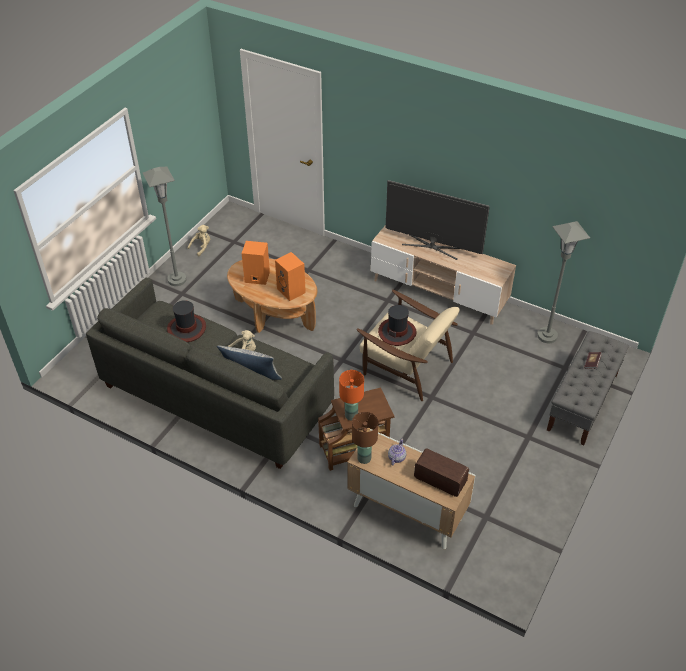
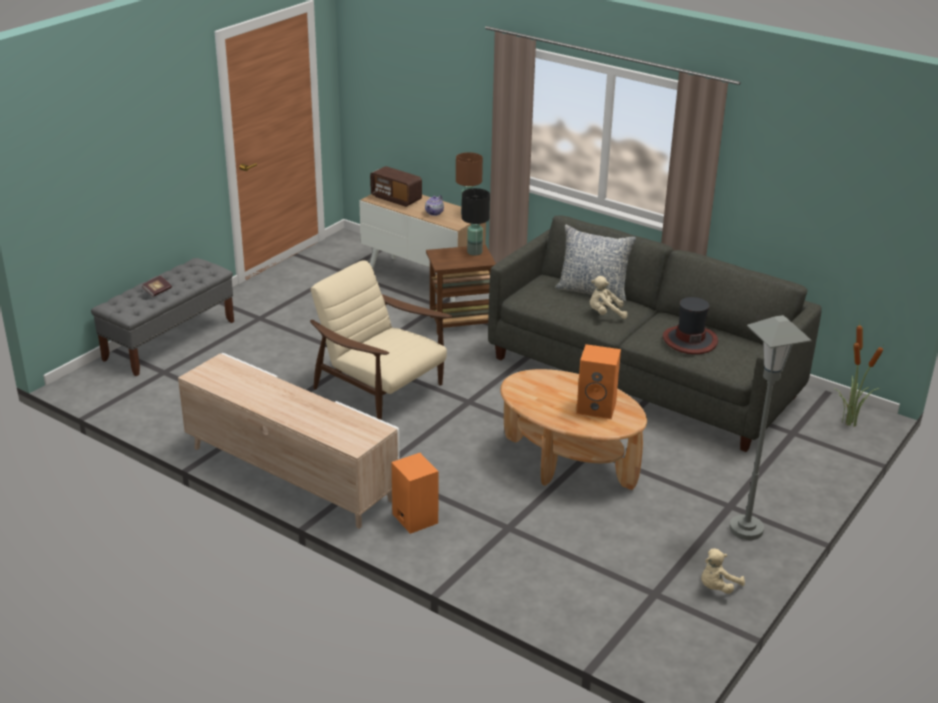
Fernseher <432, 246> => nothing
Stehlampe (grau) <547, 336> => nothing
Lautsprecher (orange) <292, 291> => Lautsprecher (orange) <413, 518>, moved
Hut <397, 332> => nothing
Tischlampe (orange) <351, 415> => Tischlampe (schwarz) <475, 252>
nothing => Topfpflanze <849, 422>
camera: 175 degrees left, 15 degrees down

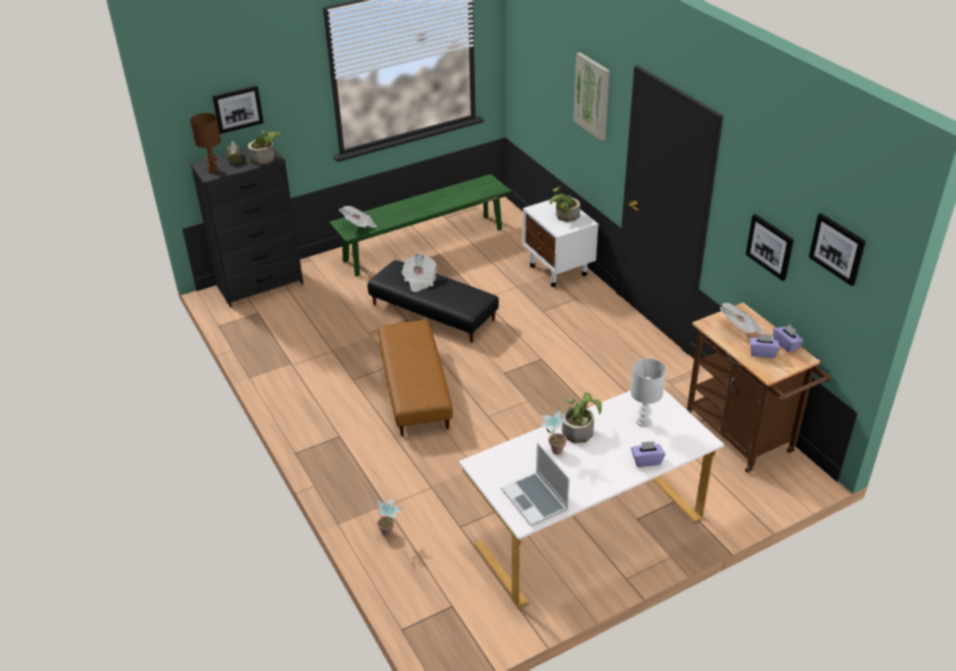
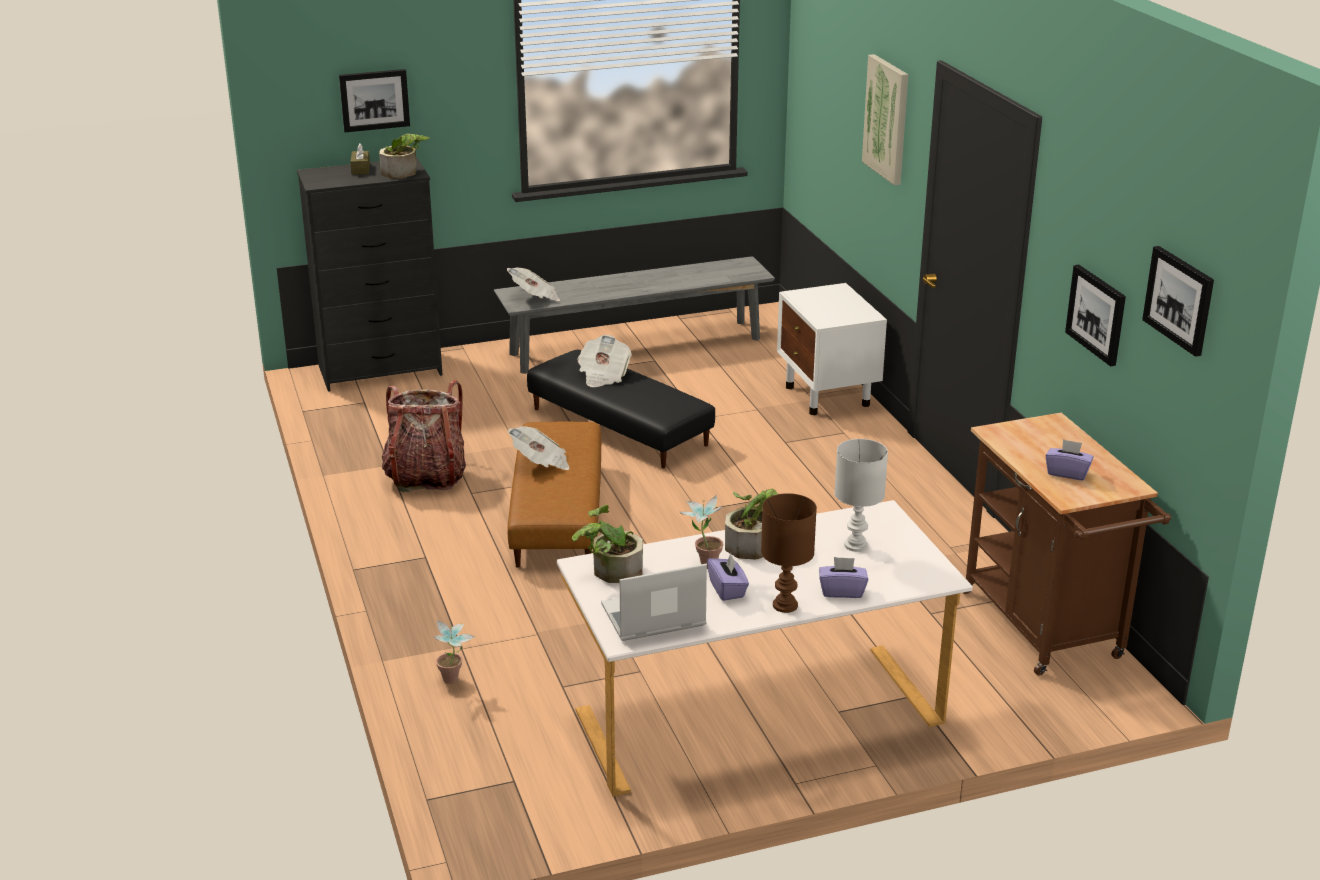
Tischlampe (braun) <213, 169> => Tischlampe (braun) <786, 605>, moved
Bank (grün) <424, 244> => Bank (grau) <636, 346>
Topfpflanze <564, 216> => Topfpflanze <610, 570>, moved
Zeitung <740, 329> => Zeitung <541, 463>, moved
Taschentuchbox (lila) <786, 344> => Taschentuchbox (lila) <727, 589>, moved
Laptop <536, 500> => Laptop <652, 617>, 90 degrees clockwise
nothing => Rucksack <426, 476>
camera: 10 degrees right, 10 degrees down

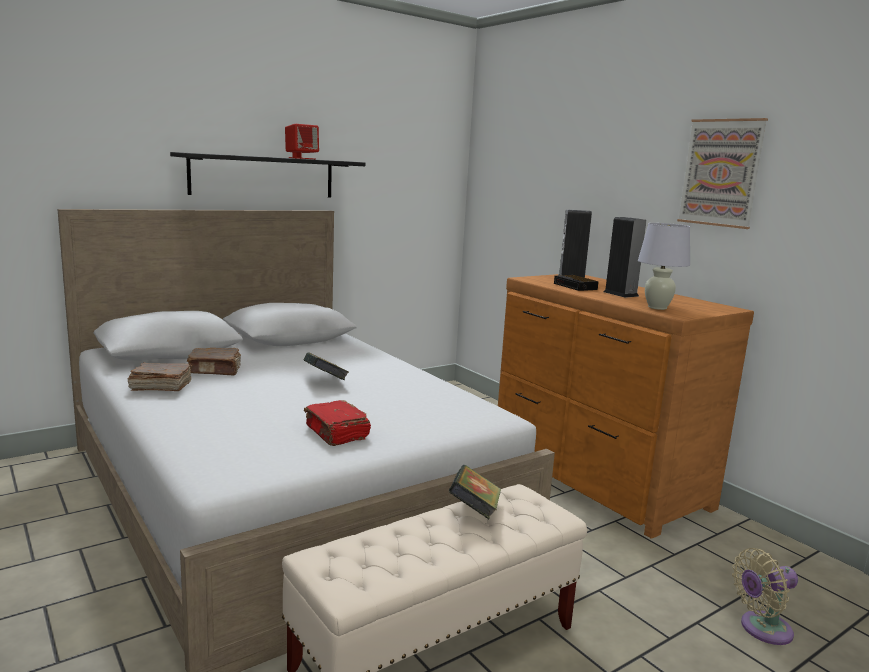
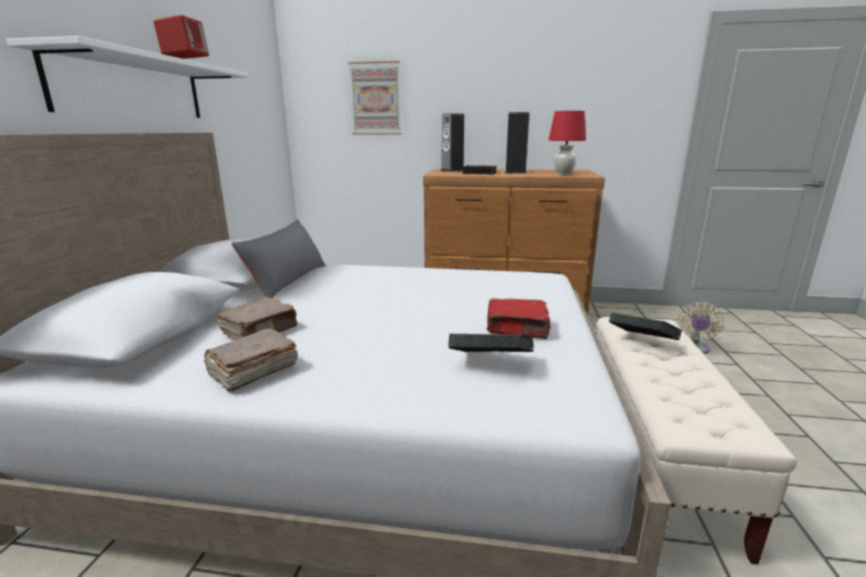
Bild <721, 173> => Bild <375, 99>, moved
Wandregal (schwarz) <263, 176> => Wandregal (weiß) <133, 88>
Tischlampe (weiß) <657, 307> => Tischlampe (rot) <563, 174>
Buch <325, 381> => Buch <490, 365>, moved
nothing => Kissen (grau) <287, 281>
camera: 45 degrees left, 5 degrees up

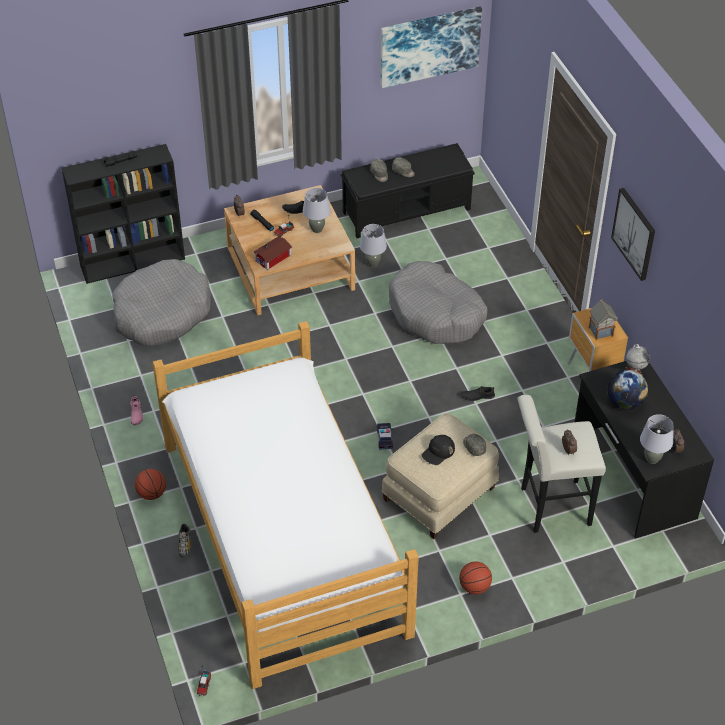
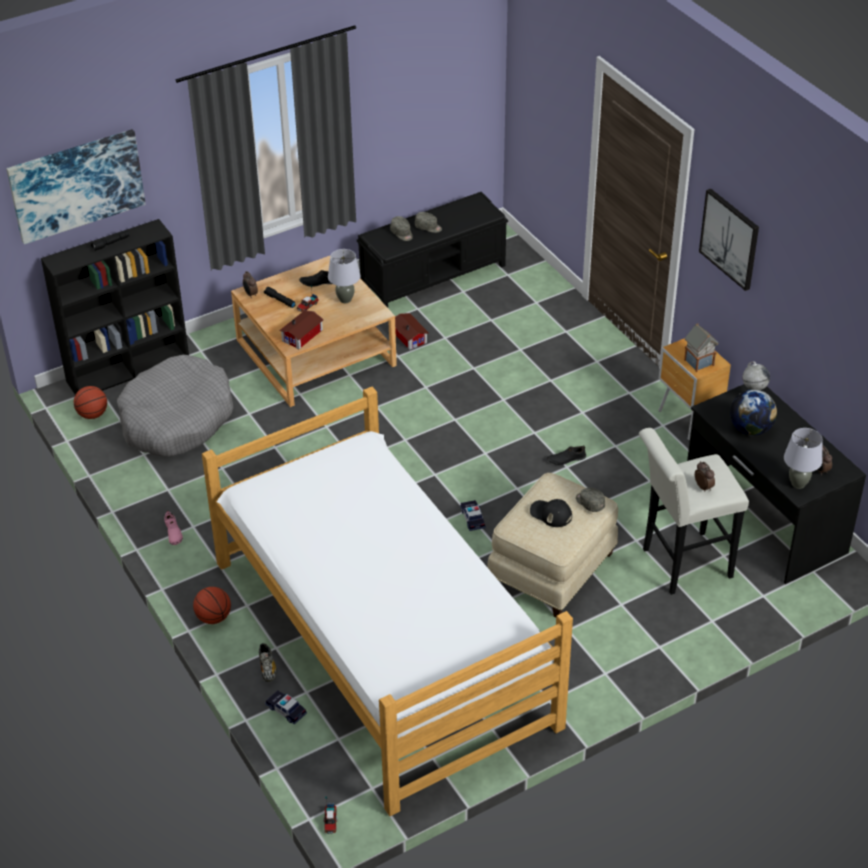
Bild <429, 46> => Bild <76, 185>, moved
Tischlampe (grau) <372, 264> => Spielzeughaus <409, 336>
Hundebett (grau) <436, 313> => nothing
Kappe (schwarz) <438, 452> => Kappe (schwarz) <551, 514>, 90 degrees clockwise
Basketball <474, 587> => Basketball <92, 414>, moved
nothing => Spielzeugauto <286, 710>
camera: 10 degrees left, 5 degrees down

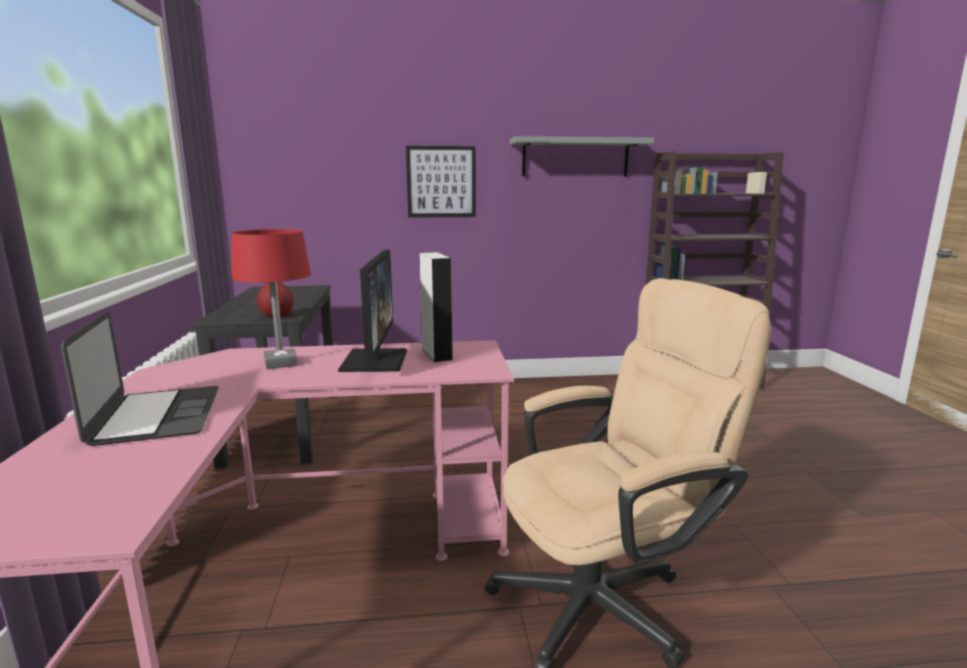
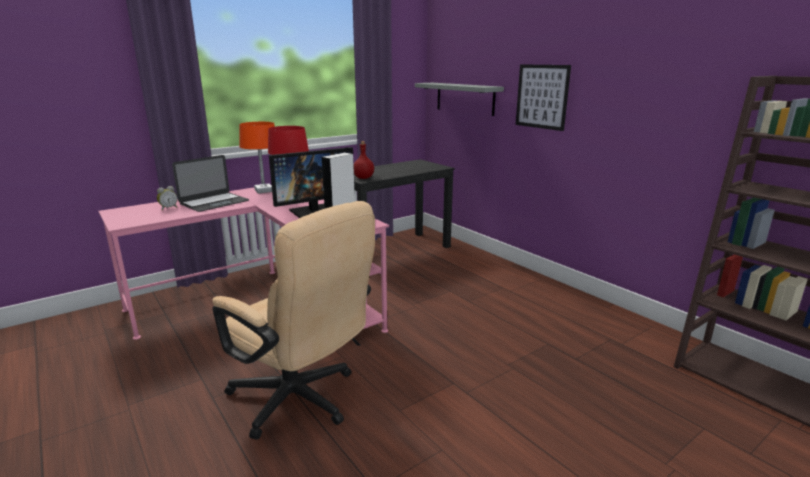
Wandregal (grau) <575, 158> => Wandregal (grau) <465, 98>, moved
nothing => Tischlampe (orange) <263, 191>
nothing => Wecker <168, 208>
camera: 60 degrees right, 5 degrees up

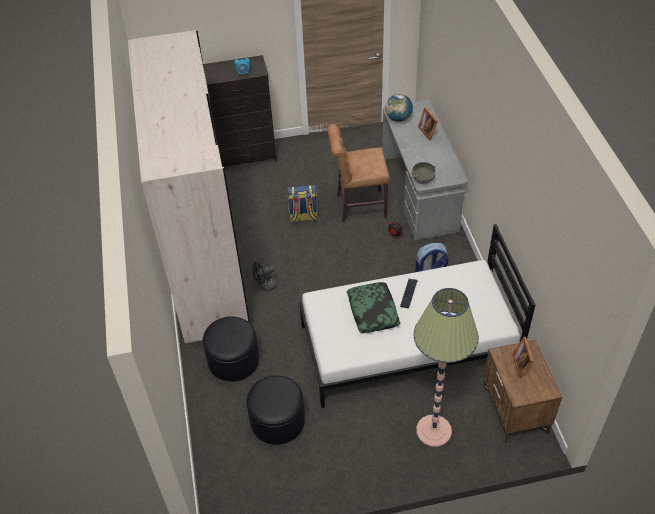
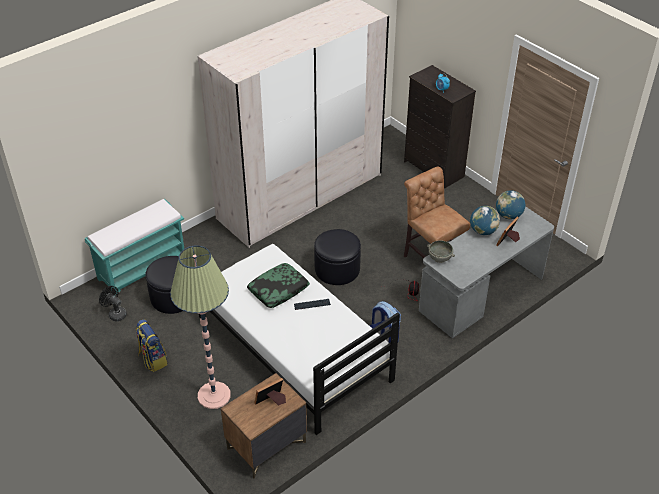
Rucksack <303, 217> => Rucksack <152, 359>, moved
Ventilator (schwarz) <265, 286> => Ventilator (schwarz) <115, 313>, moved
Polsterhocker (schwarz) <233, 360> => Polsterhocker (schwarz) <337, 269>, moved
nothing => Bank (türkis) <143, 267>
nothing => Globus <483, 231>
camera: 60 degrees right, 5 degrees down

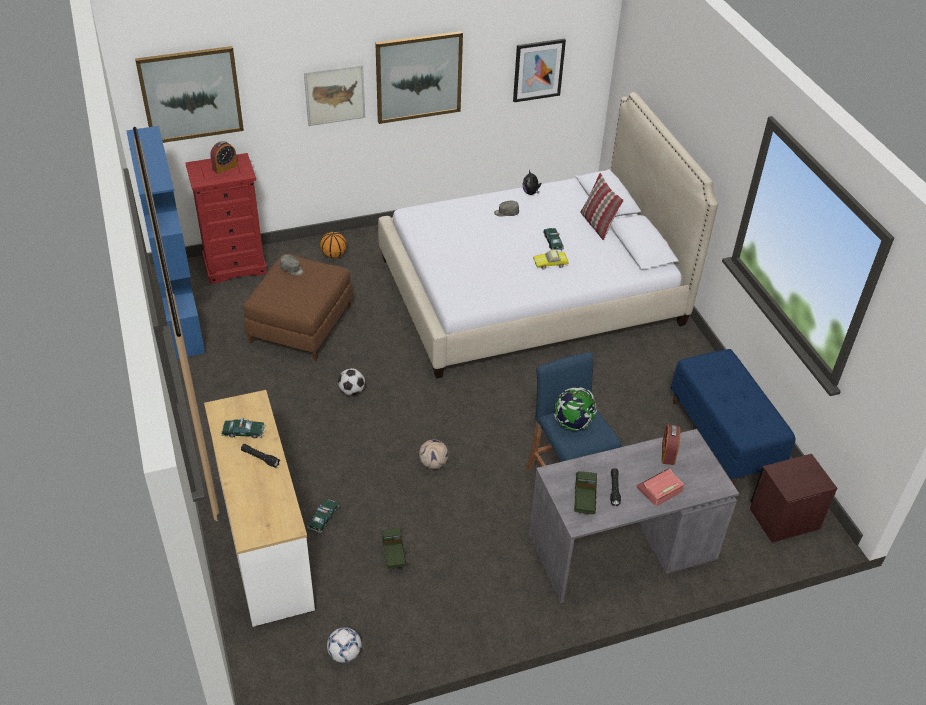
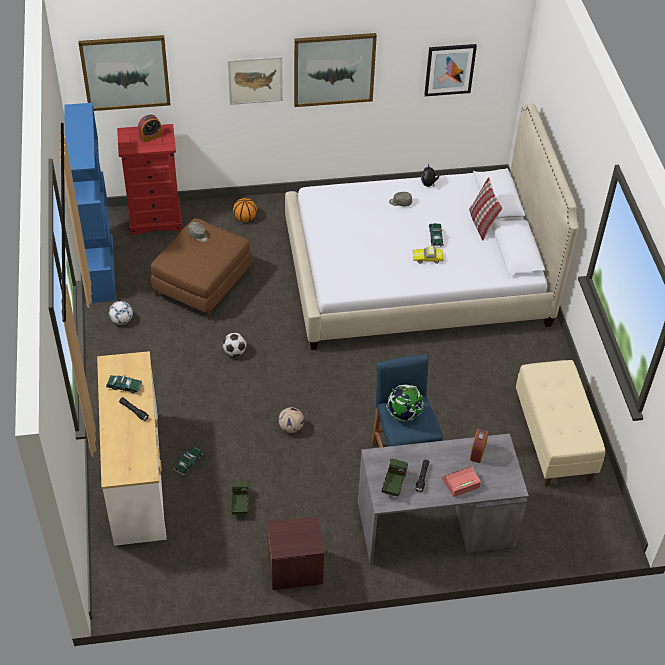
Bank (blau) <724, 438> => Bank (beige) <554, 439>
Nachttisch (braun) <784, 518> => Nachttisch (braun) <295, 569>, moved
Fußball <345, 654> => Fußball <122, 320>, moved
camera: 10 degrees right, 5 degrees up

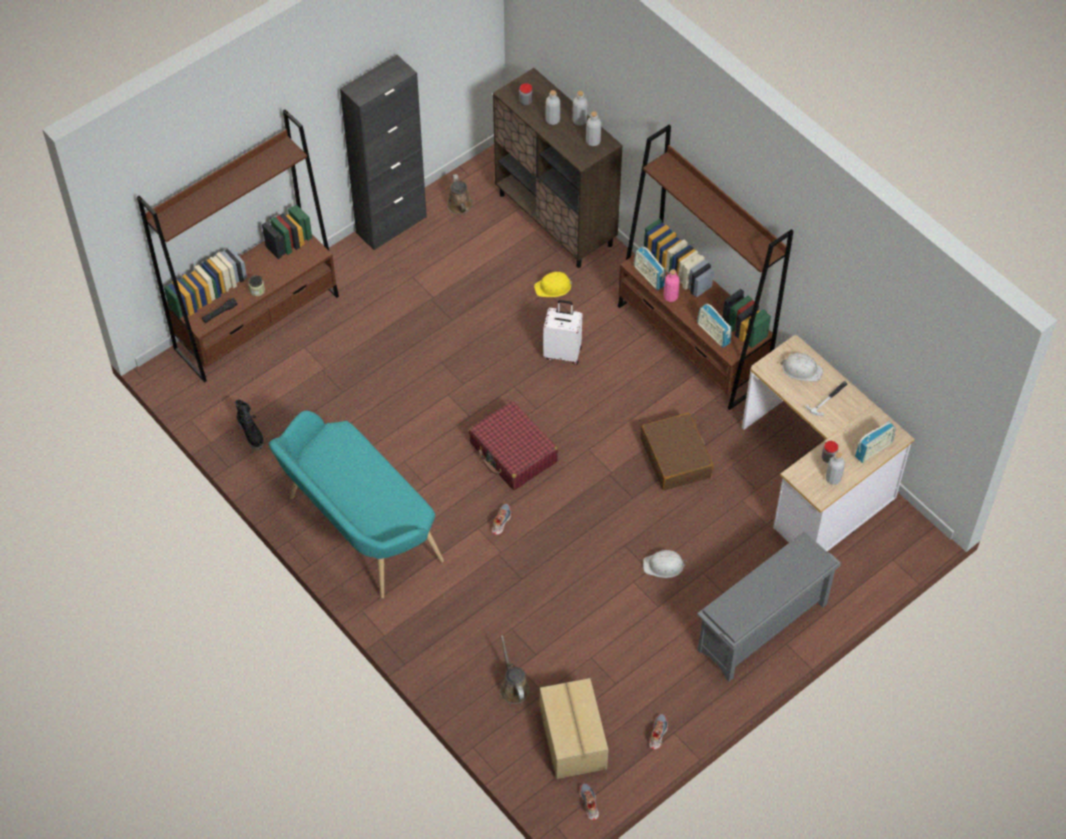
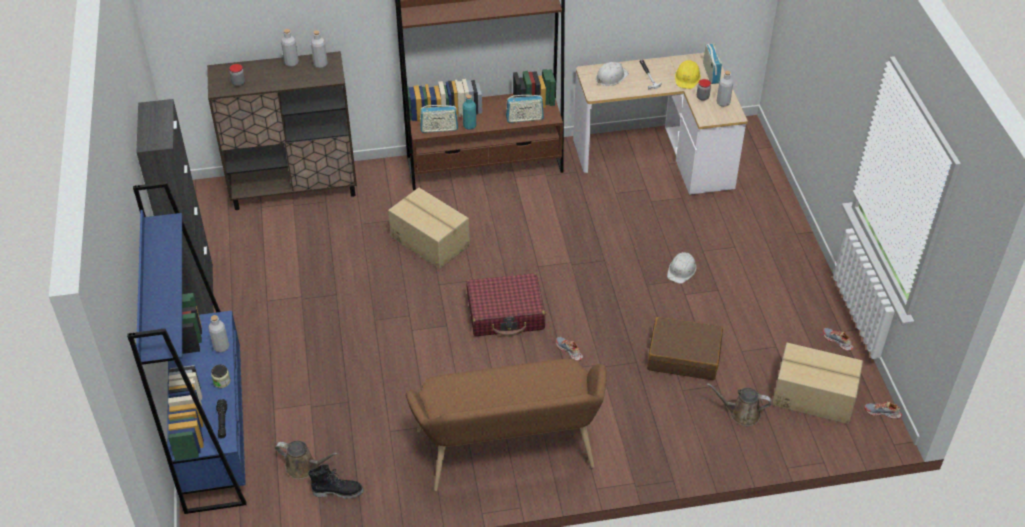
Flasche (grau) <552, 120> => Flasche (grau) <221, 347>, moved
Bücherregal (braun) <257, 322> => Bücherregal (blau) <214, 432>
Gießkanne (braun) <460, 206> => Gießkanne (braun) <304, 467>, moved
Flasche (rosa) <670, 297> => Flasche (türkis) <469, 126>
Schutzhelm (gelb) <553, 287> => Schutzhelm (gelb) <687, 78>, moved
Koffer (weiß) <563, 352> => Karton <430, 240>
Bank (türkis) <358, 531> => Bank (braun) <509, 455>
Koffer (braun) <676, 458> => Koffer (braun) <684, 356>, moved
Schuhregal (grau) <762, 628> => nothing
camera: 60 degrees left, 10 degrees down

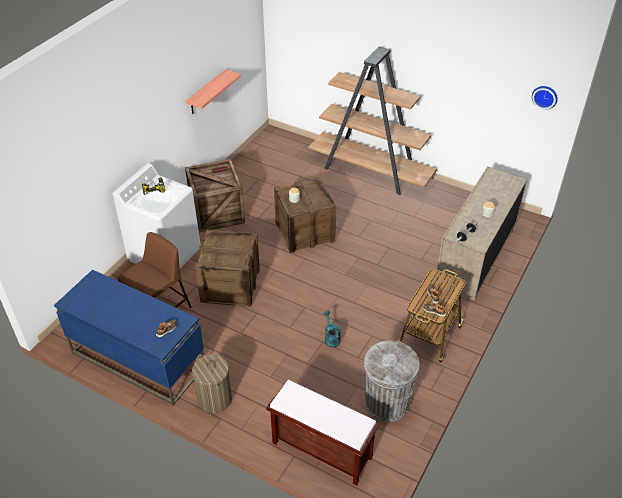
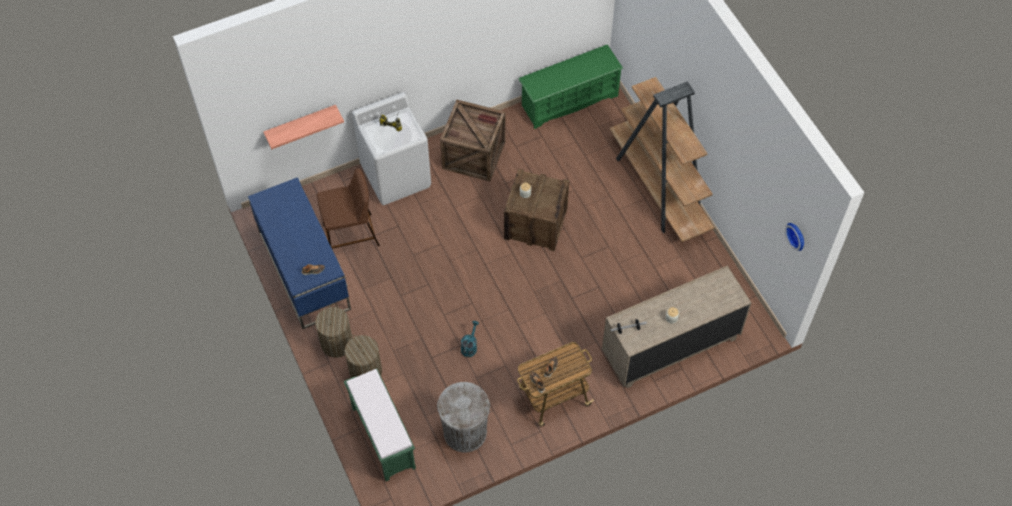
Wandregal <206, 92> => Wandregal <301, 124>, moved
Kiste <230, 285> => nothing
Bank (braun) <320, 450> => Bank (grün) <382, 437>
nothing => Schuhregal (grün) <569, 100>
nothing => Wäschekorb <365, 371>
camera: 35 degrees right, 15 degrees up

